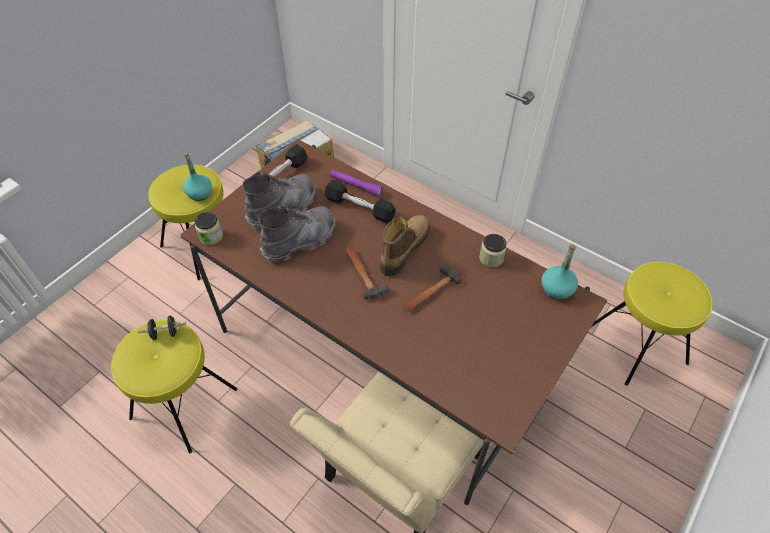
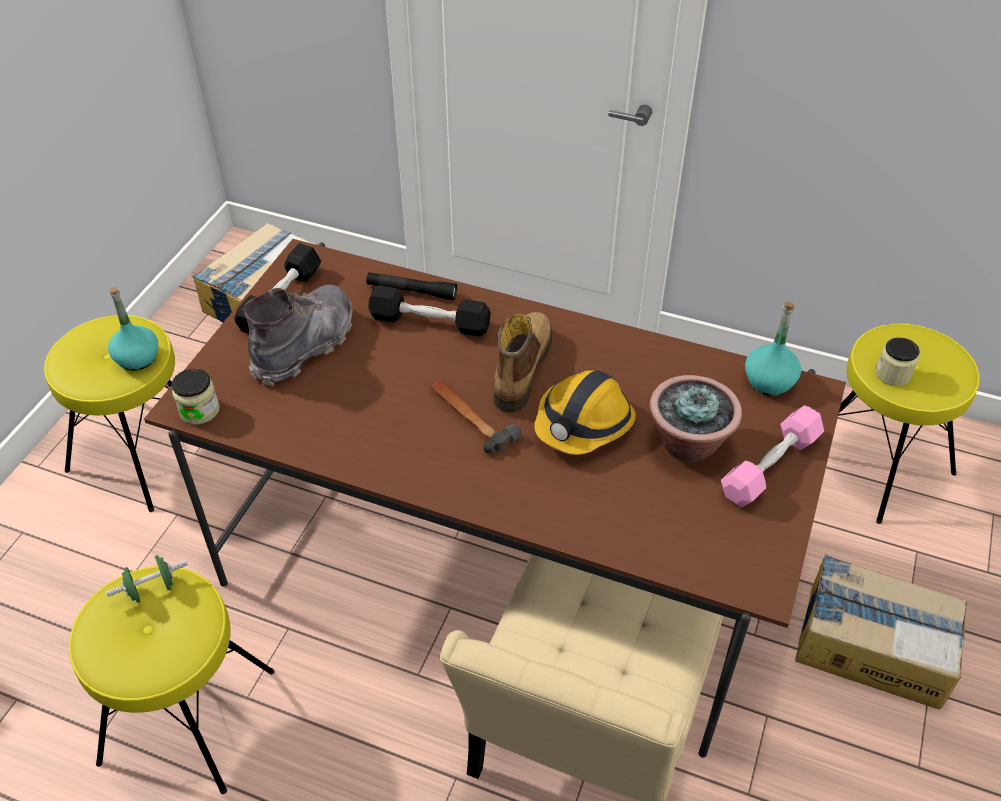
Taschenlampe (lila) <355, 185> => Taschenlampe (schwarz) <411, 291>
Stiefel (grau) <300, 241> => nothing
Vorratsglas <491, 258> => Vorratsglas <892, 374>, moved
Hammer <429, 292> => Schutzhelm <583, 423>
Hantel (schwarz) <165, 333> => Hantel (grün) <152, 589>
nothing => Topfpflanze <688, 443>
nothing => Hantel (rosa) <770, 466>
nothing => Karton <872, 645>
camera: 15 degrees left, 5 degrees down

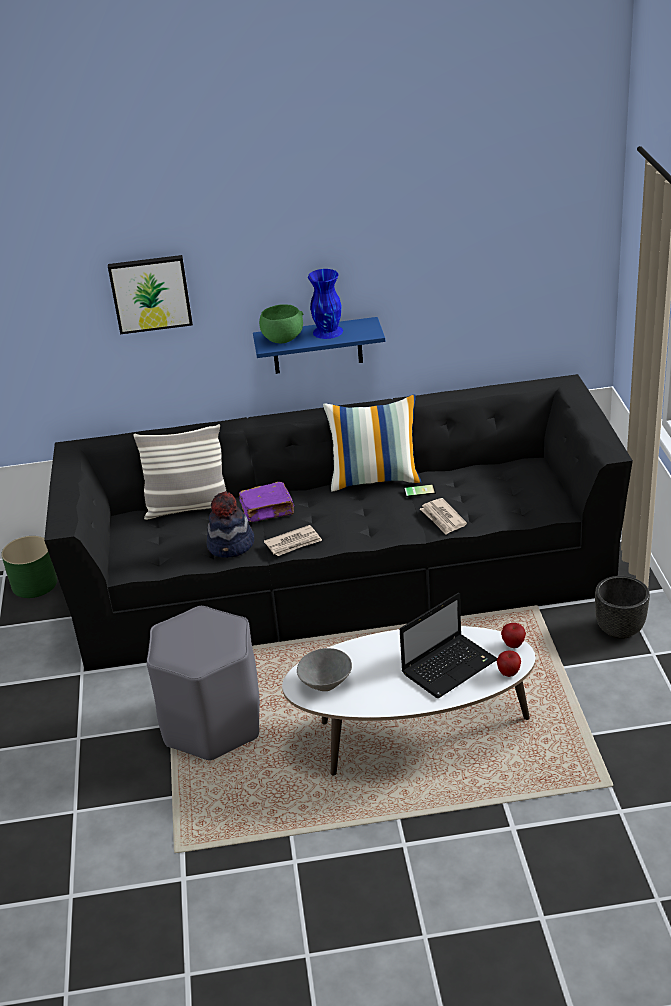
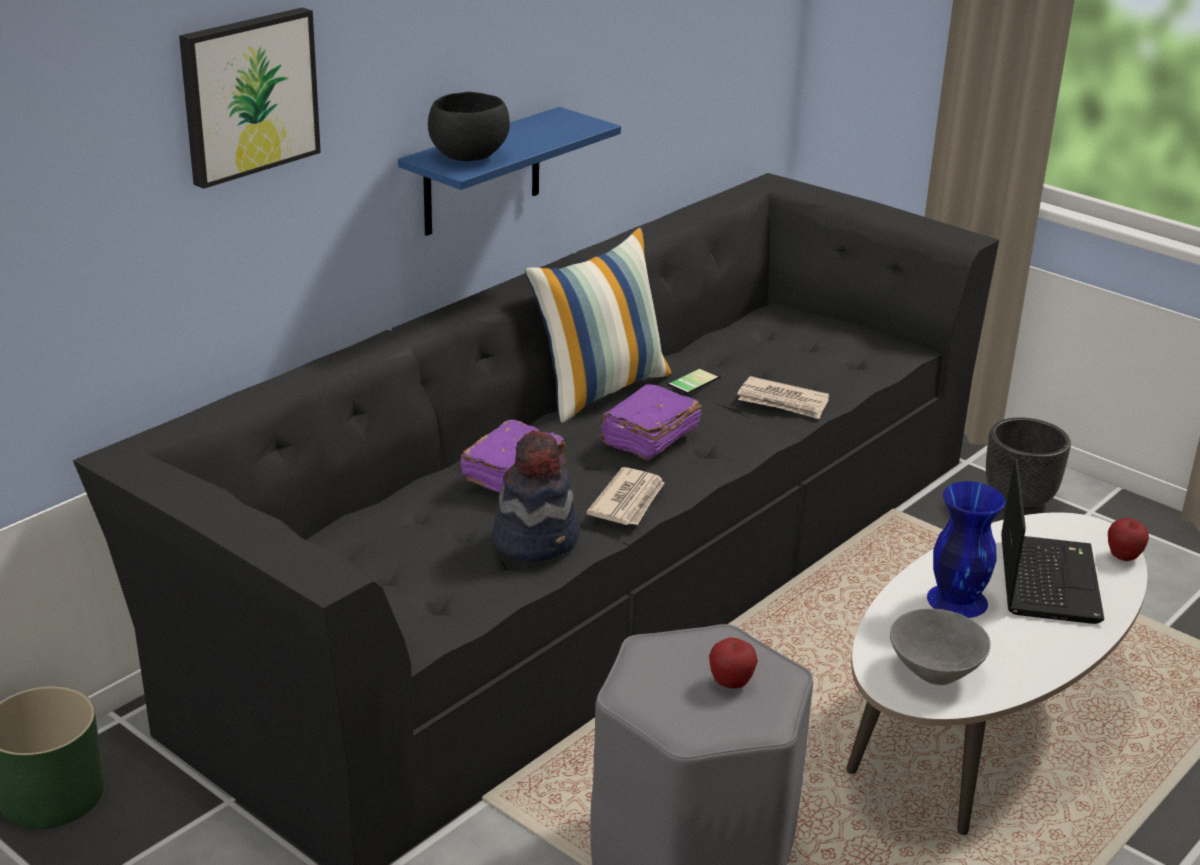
Vase (blau) <328, 331> => Vase (blau) <956, 600>, moved
Schüssel (grün) <282, 339> => Schüssel (schwarz) <467, 157>
Kissen <188, 507> => nothing
Apfel <513, 645> => Apfel <731, 684>, moved
nothing => Buch (lila) <648, 437>
camera: 45 degrees left, 5 degrees down

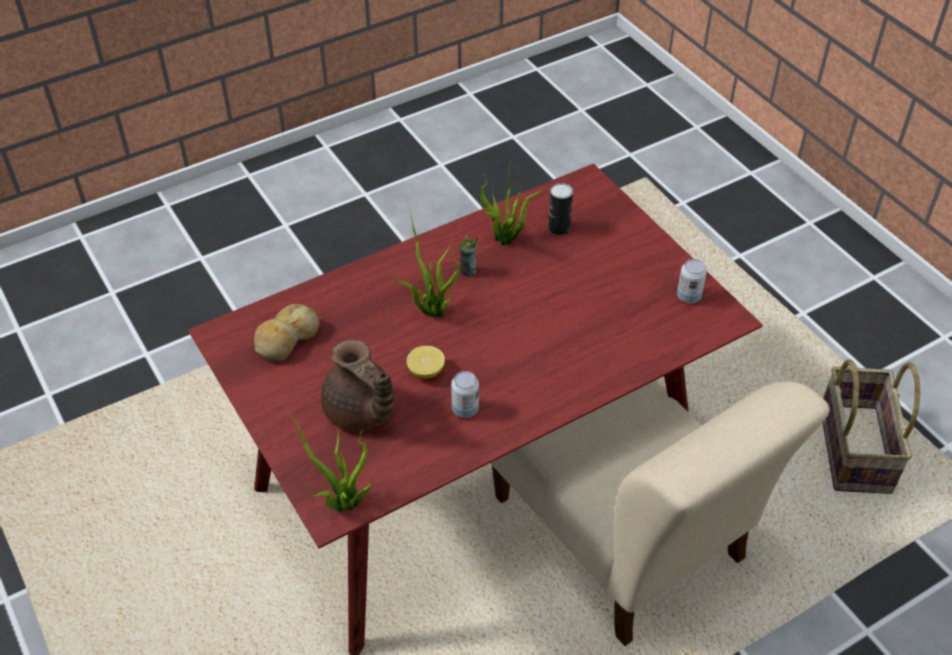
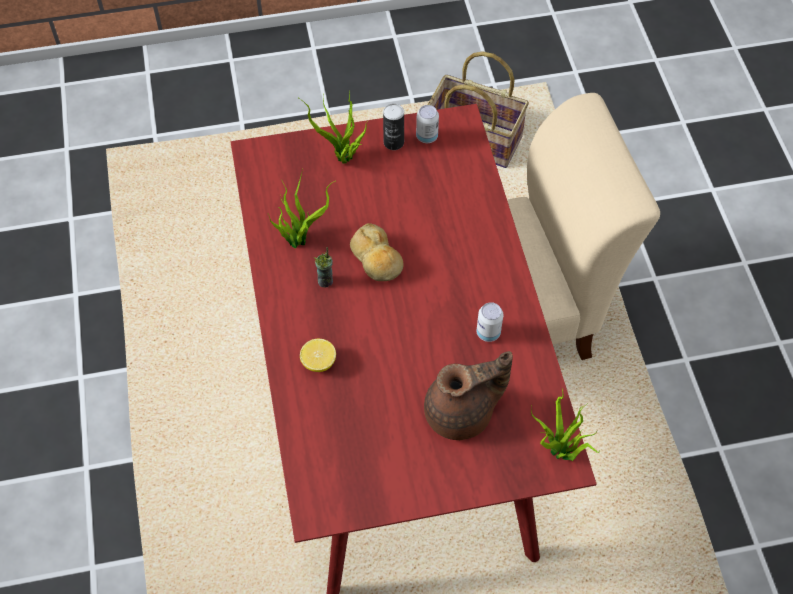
Dose <559, 228> => Dose <393, 142>, moved
Topfpflanze <431, 311> => Topfpflanze <343, 159>, moved
Brot <286, 340> => Brot <376, 259>, moved
Zitrone <426, 371> => Zitrone <319, 362>, moved
camera: 70 degrees left, 10 degrees up

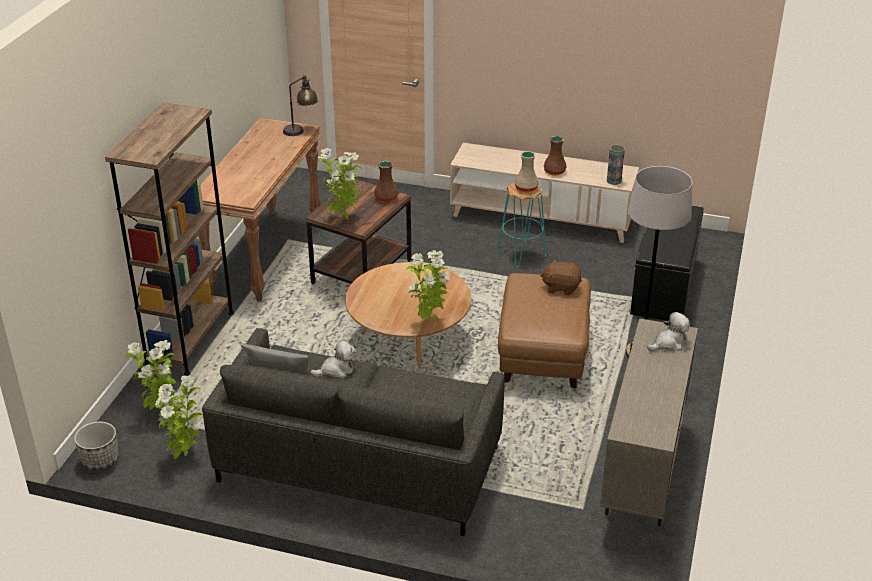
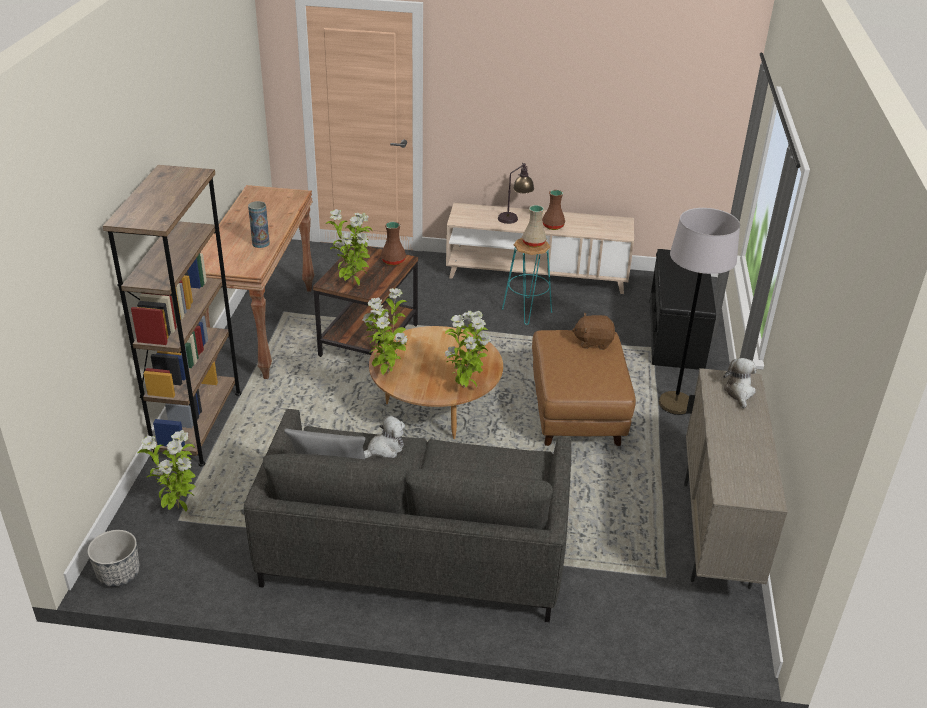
Tischlampe <301, 130> => Tischlampe <514, 217>, moved
Vase <614, 181> => Vase <260, 243>, moved
Plüschtier <669, 343> => Plüschtier <739, 392>, 45 degrees counterclockwise
Topfpflanze <184, 455> => Topfpflanze <386, 373>, moved
camera: 10 degrees left, 0 degrees up

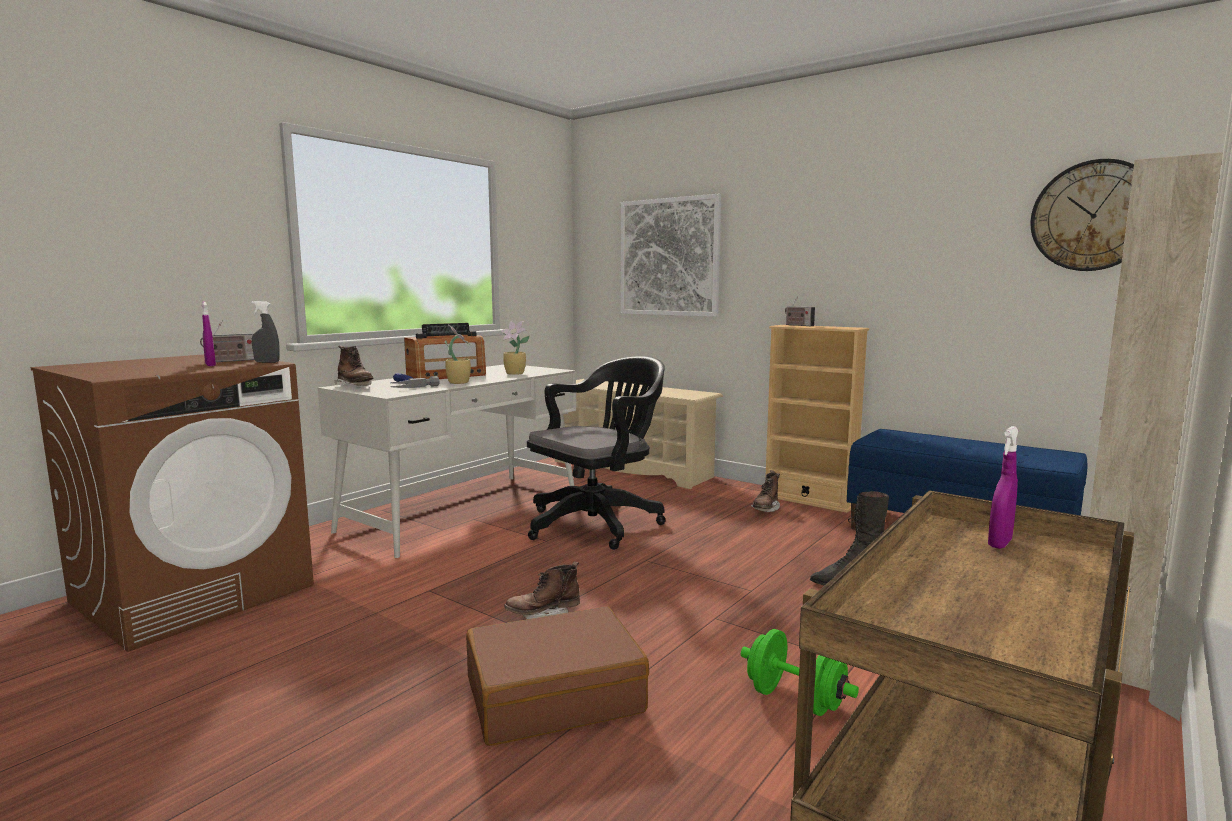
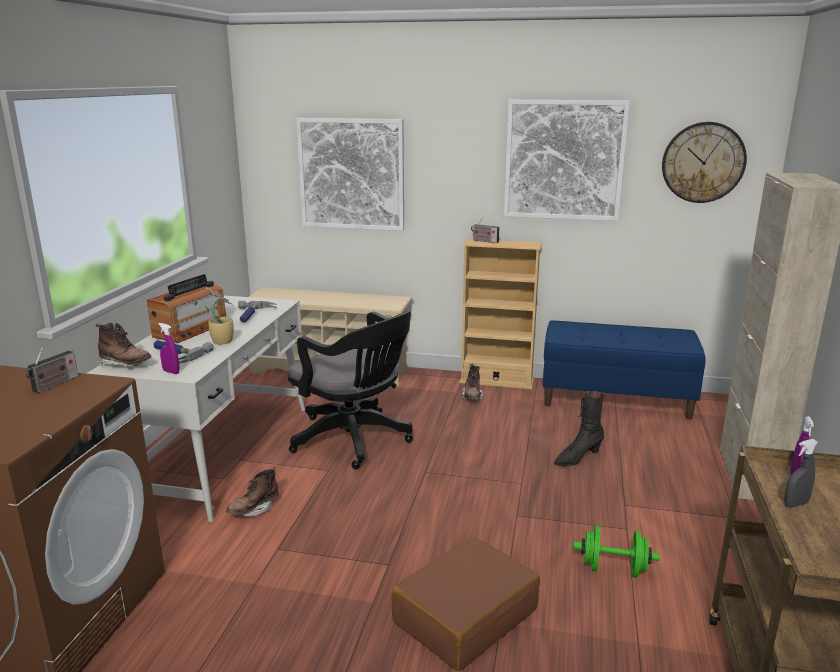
Sprühflasche (lila) <210, 365> => Sprühflasche (lila) <171, 372>, moved
Sprühflasche (grau) <267, 362> => Sprühflasche (grau) <795, 504>, moved
Topfpflanze <515, 373> => Hammer <252, 315>
Bürostuhl (schwarz) <598, 523> => Bürostuhl (schwarz) <355, 440>, 105 degrees clockwise
Stiefel (braun) <543, 614> => Stiefel (braun) <254, 509>, moved
nothing => Bild <564, 160>
camera: 25 degrees left, 10 degrees up

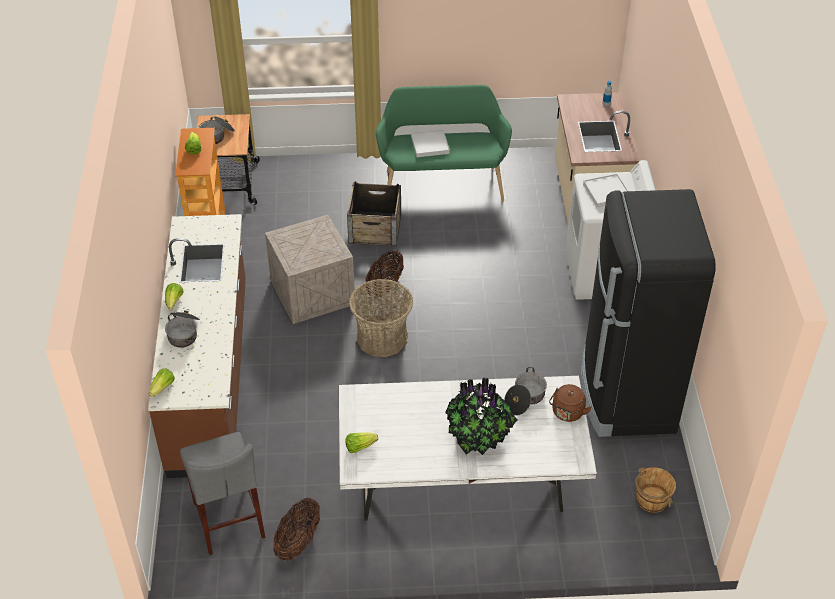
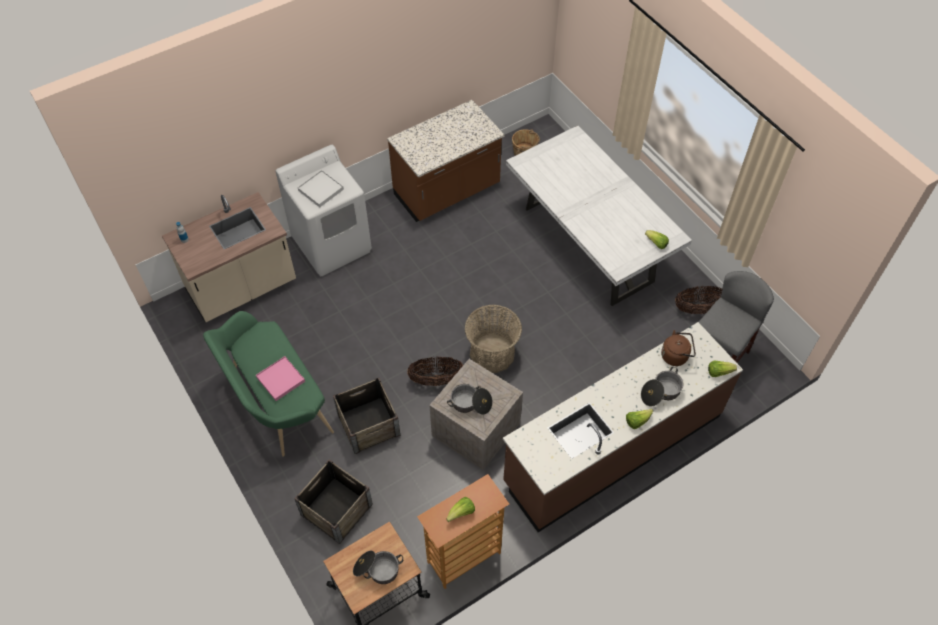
Tablett (weiß) <430, 145> => Tablett (rosa) <280, 379>
Kühlschrank (schwarz) <626, 395> => Küchenzeile (braun) <447, 191>
Kochtopf <525, 399> => Kochtopf <470, 404>, moved
Topfpflanze <479, 436> => nothing
Wasserkessel (braun) <567, 413> => Wasserkessel (braun) <676, 356>, moved
nothing => Kiste <337, 509>
camera: 120 degrees left, 10 degrees up

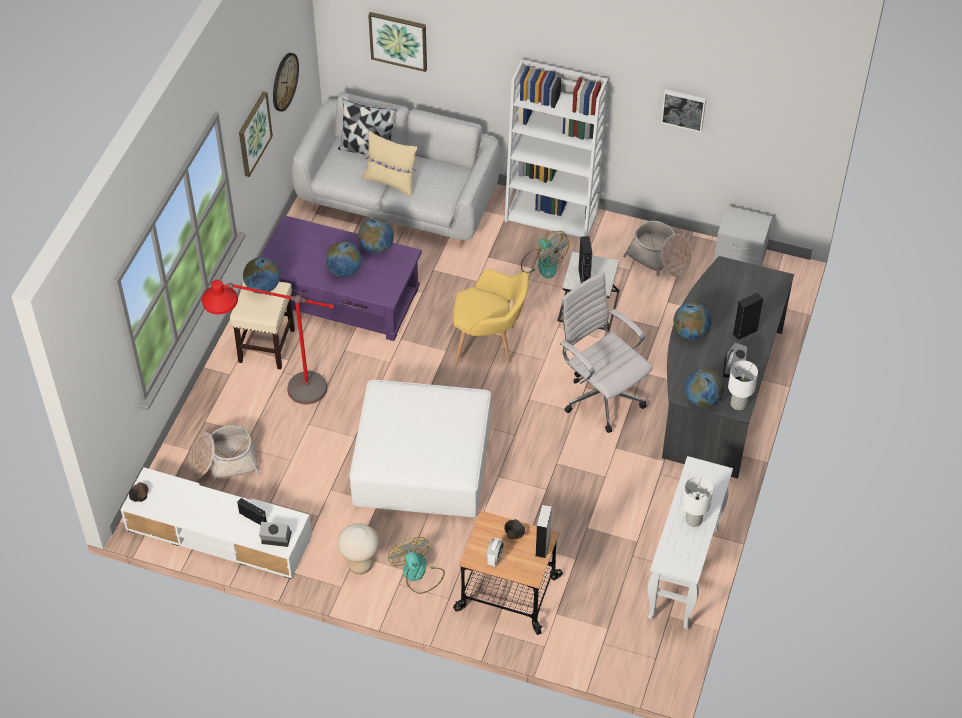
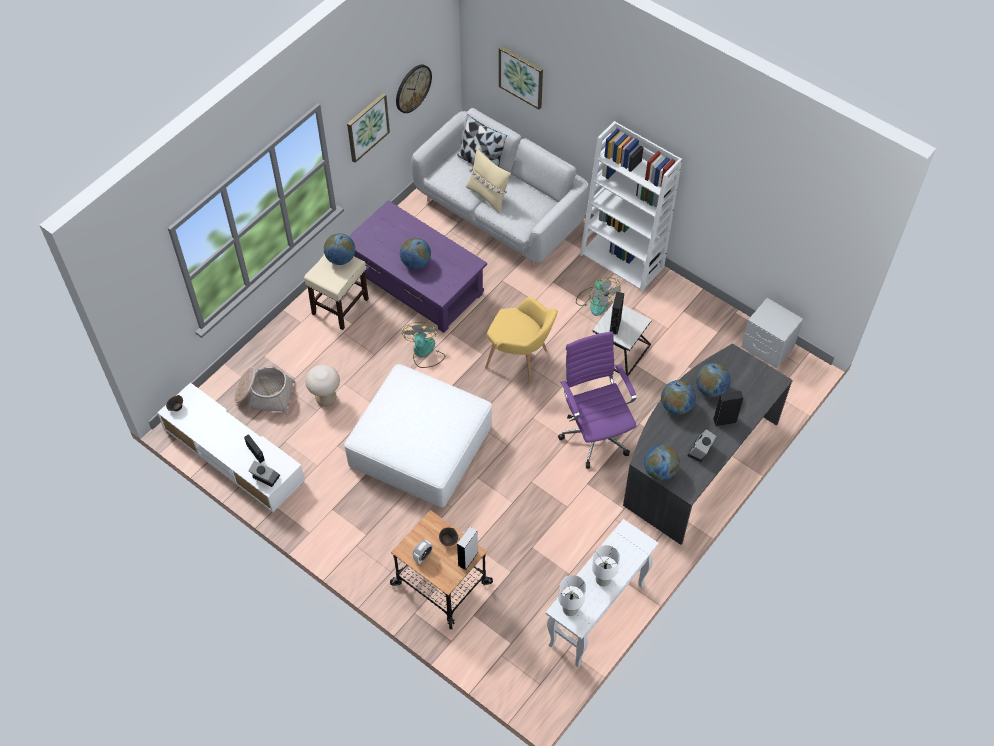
Bild <684, 109> => nothing
Globus <376, 247> => Globus <711, 389>, moved
Korb <659, 258> => nothing
Bürostuhl (weiß) <601, 396> => Bürostuhl (lila) <594, 434>
Stehlampe (rot) <279, 393> => nothing
Tischlampe (weiß) <738, 404> => Tischlampe (weiß) <570, 609>, moved
Hocker (beige) <360, 565> => Hocker (beige) <326, 399>, moved
Ventilator <418, 574> => Ventilator <424, 352>, moved
camera: 20 degrees right, 5 degrees up

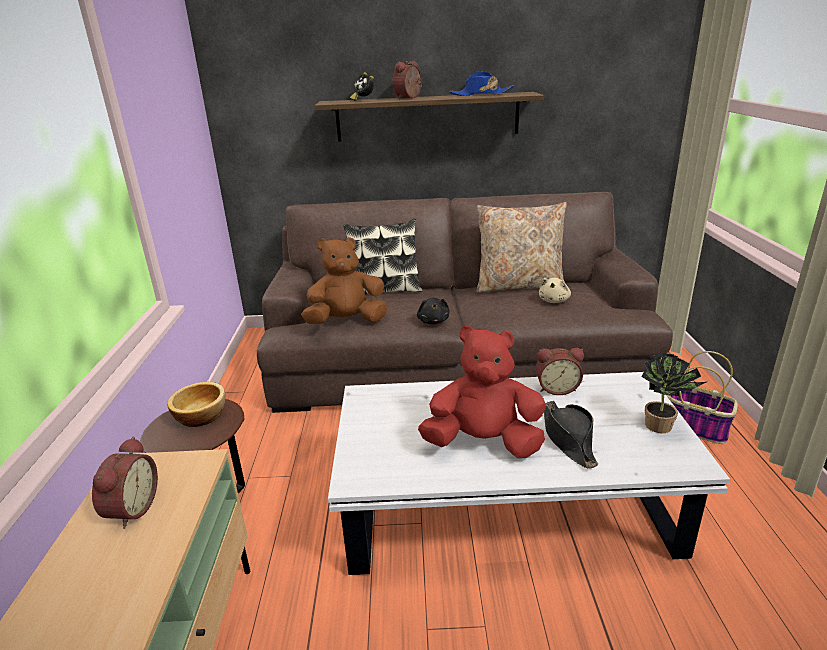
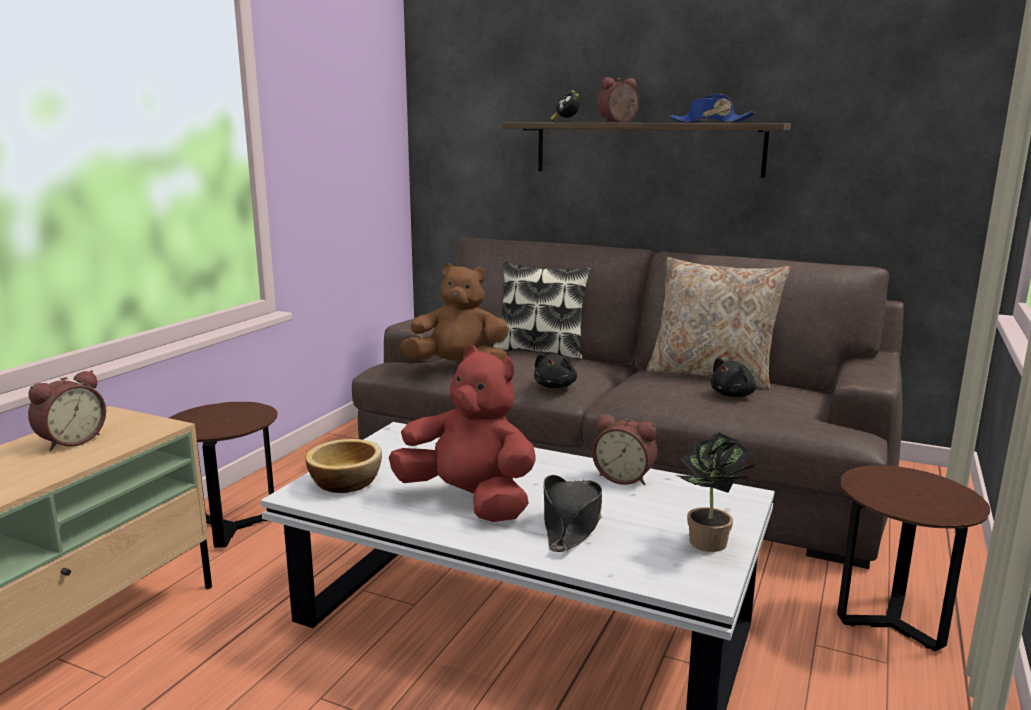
Plüschtier (beige) <554, 301> => Plüschtier (schwarz) <733, 395>
Korb <696, 428> => Beistelltisch (braun) <892, 623>
Schüssel <201, 415> => Schüssel <346, 482>, moved
camera: 25 degrees right, 10 degrees down

